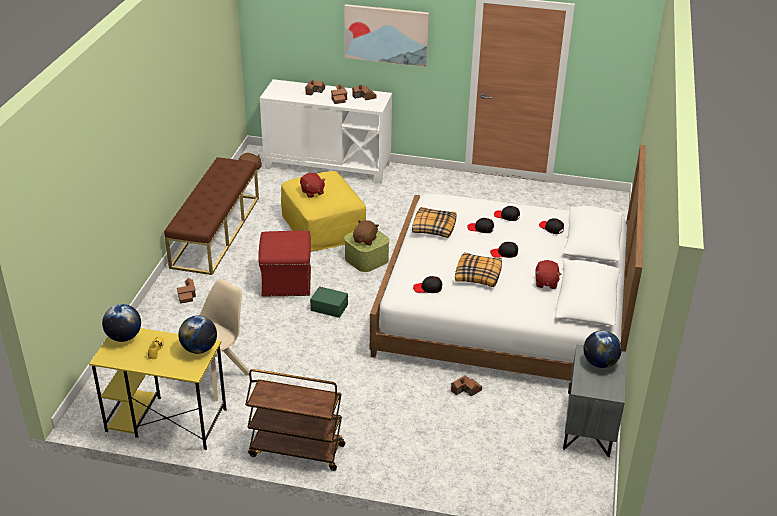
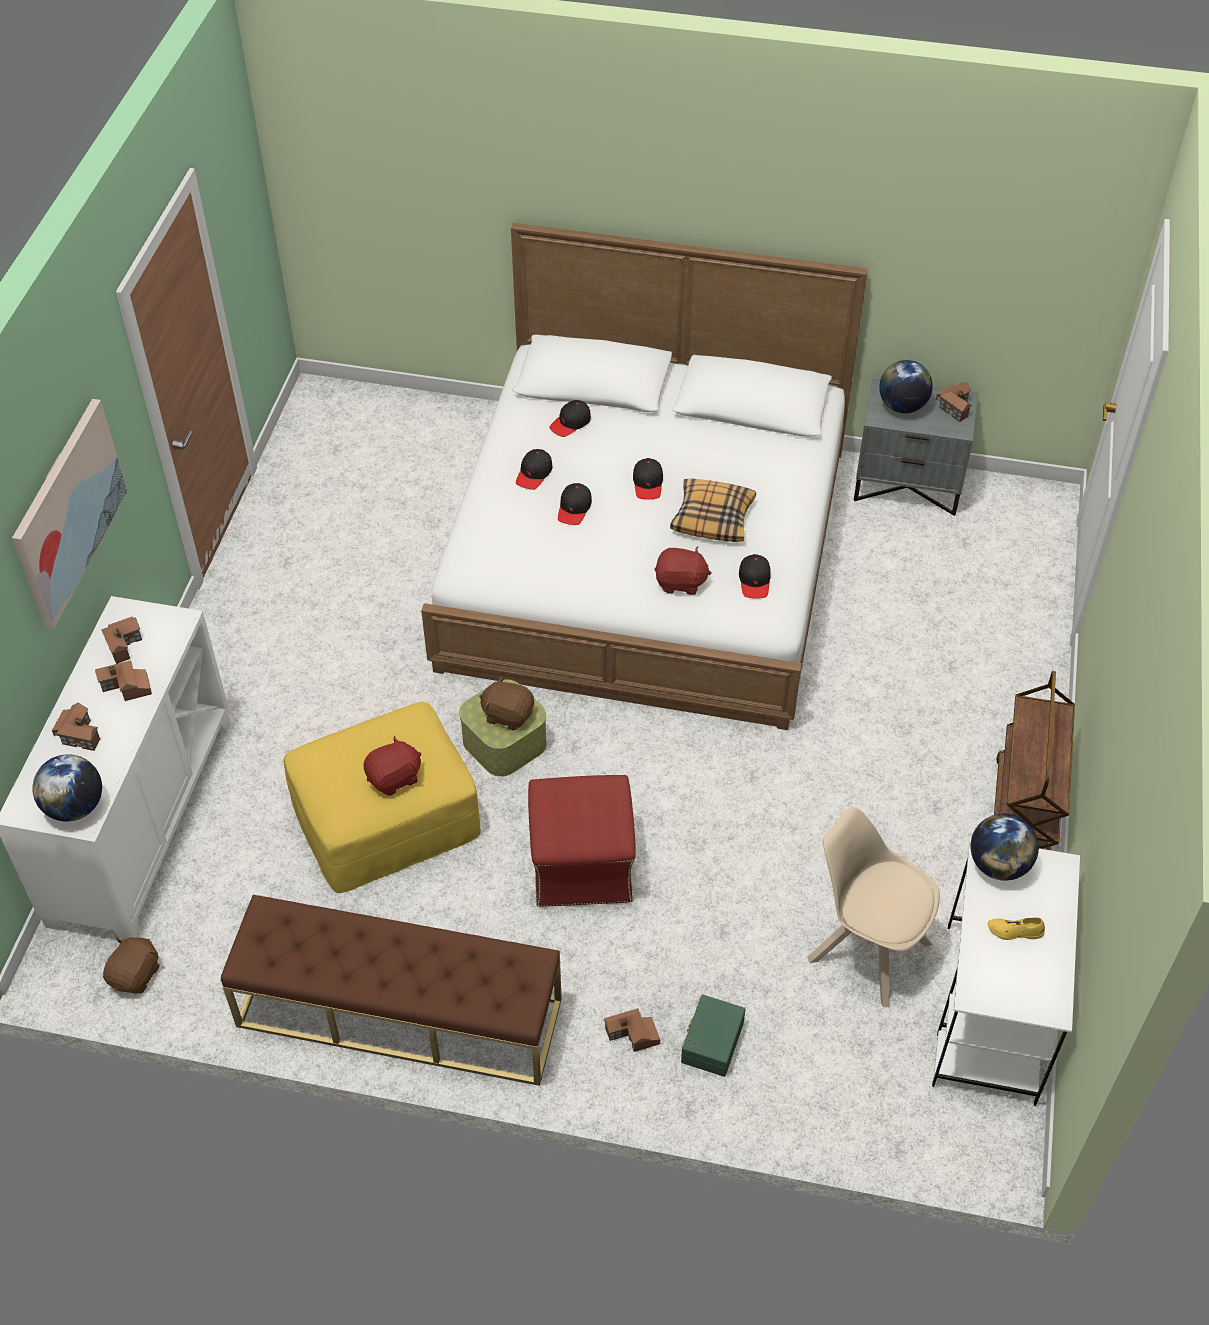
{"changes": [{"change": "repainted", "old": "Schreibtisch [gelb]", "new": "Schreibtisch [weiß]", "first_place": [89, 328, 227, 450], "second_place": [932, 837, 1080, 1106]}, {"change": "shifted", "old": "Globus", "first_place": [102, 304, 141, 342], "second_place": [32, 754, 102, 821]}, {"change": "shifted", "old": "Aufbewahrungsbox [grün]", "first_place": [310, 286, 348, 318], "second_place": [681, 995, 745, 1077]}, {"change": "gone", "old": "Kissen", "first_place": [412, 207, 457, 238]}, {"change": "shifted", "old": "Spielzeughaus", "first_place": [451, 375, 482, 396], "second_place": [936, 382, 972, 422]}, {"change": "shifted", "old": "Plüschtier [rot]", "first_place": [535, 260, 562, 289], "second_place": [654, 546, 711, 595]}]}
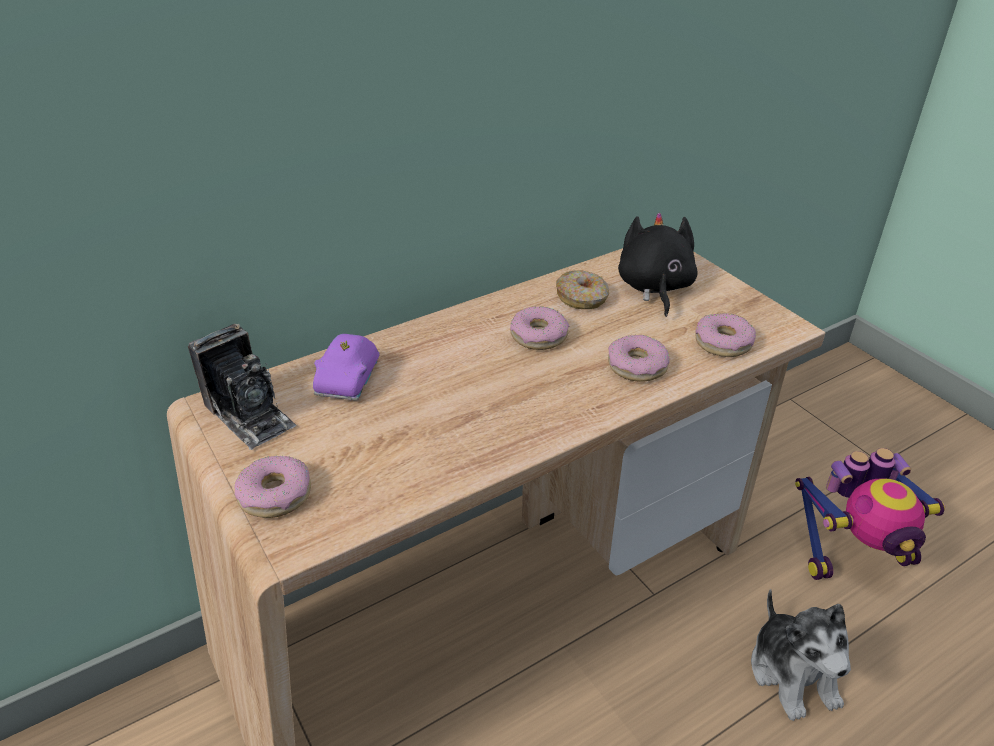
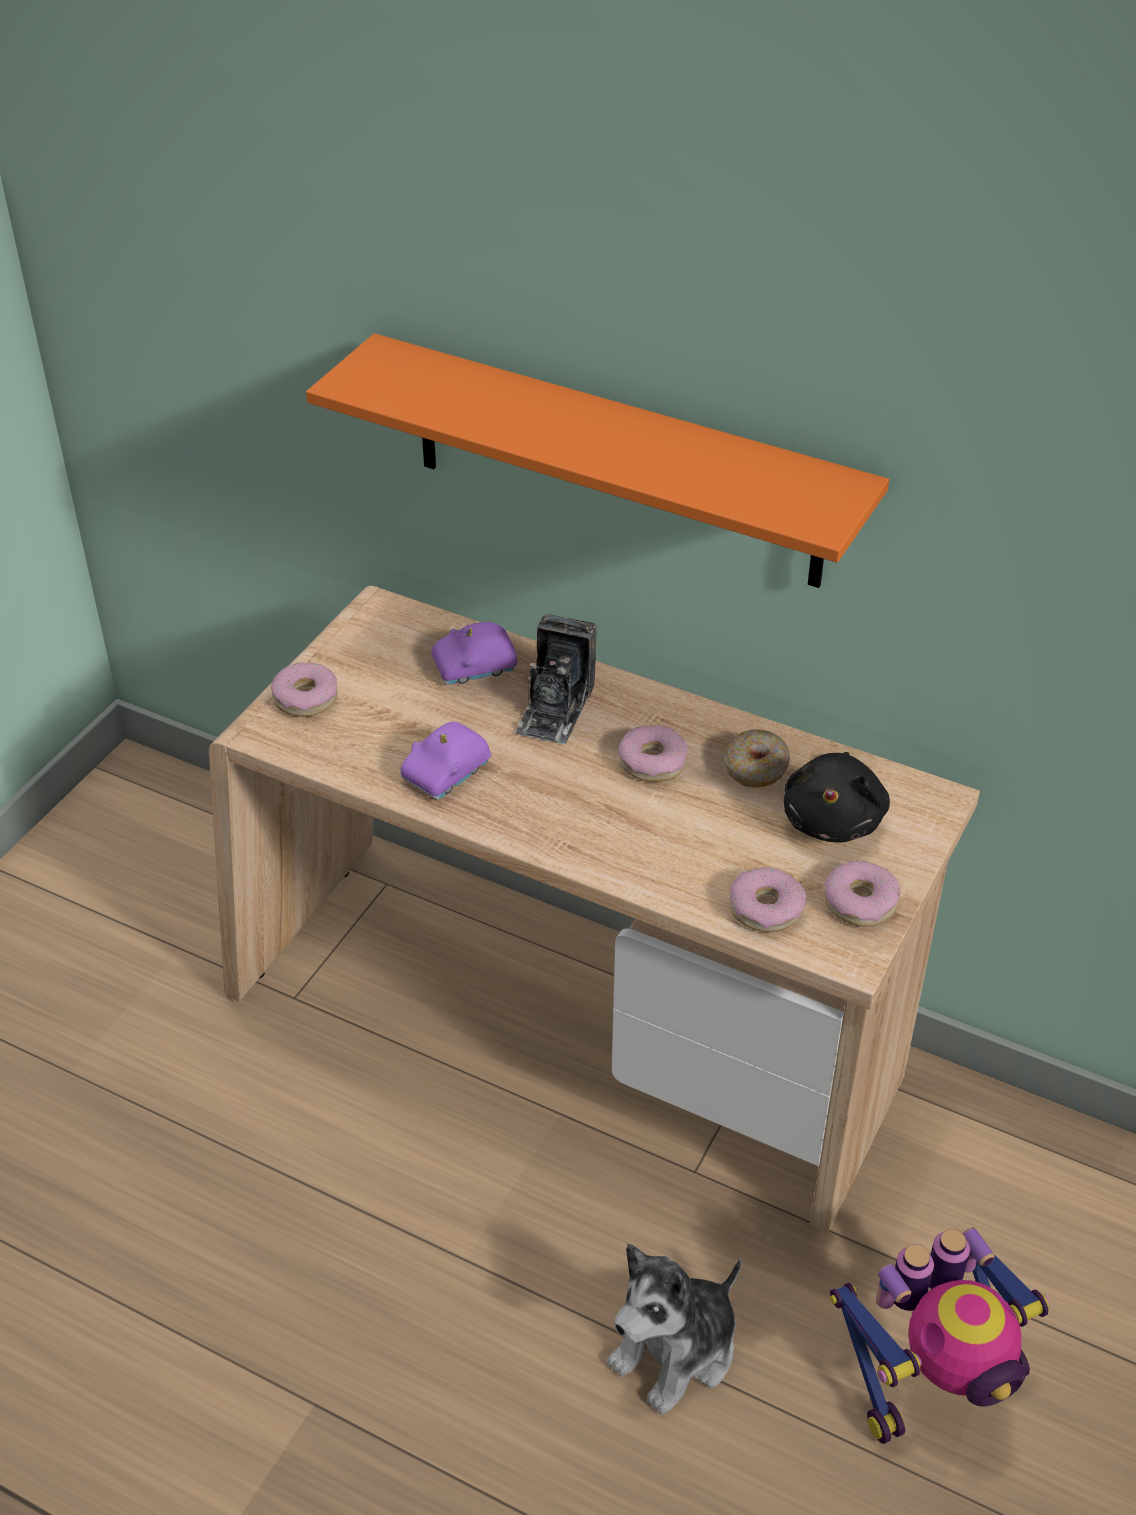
{"changes": [{"change": "shifted", "old": "Kamera", "first_place": [188, 324, 297, 450], "second_place": [514, 614, 597, 744]}, {"change": "shifted", "old": "Donut", "first_place": [608, 335, 669, 382], "second_place": [825, 860, 900, 927]}, {"change": "rotated", "old": "Plüschtier [schwarz]", "first_place": [618, 212, 698, 317], "second_place": [784, 752, 890, 843], "degrees": 135}, {"change": "rotated", "old": "Spielzeugroboter", "first_place": [795, 448, 945, 580], "second_place": [830, 1227, 1050, 1444], "degrees": -75}, {"change": "new", "new": "Wandregal [orange]", "second_place": [306, 333, 889, 588]}, {"change": "new", "new": "Spielzeugauto [lila]", "second_place": [400, 722, 491, 801]}]}
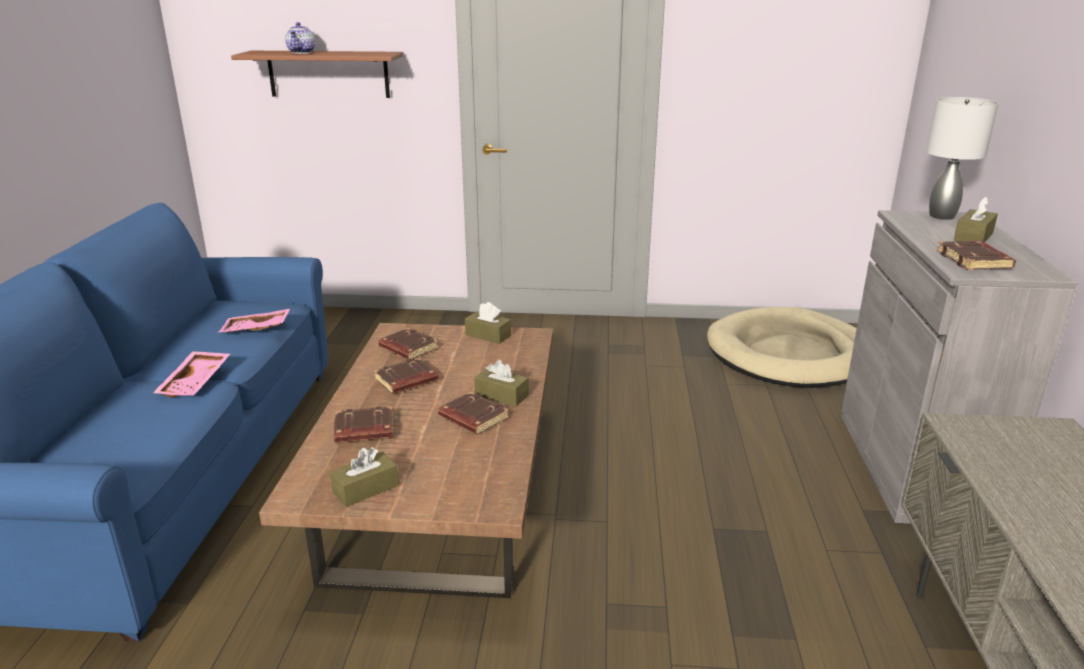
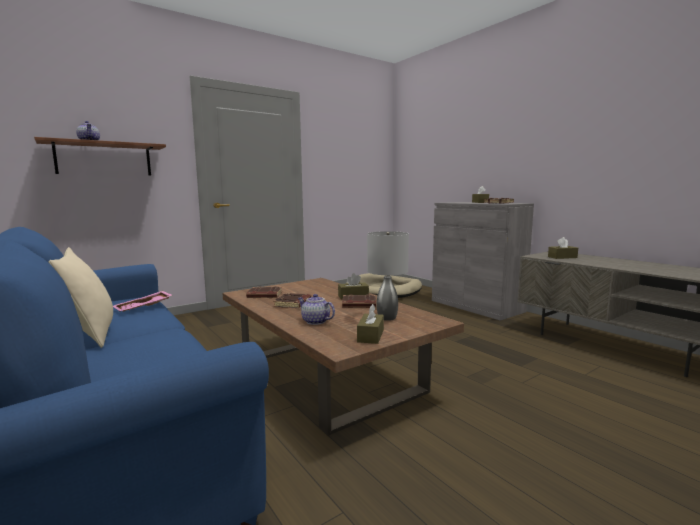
{"changes": [{"change": "gone", "old": "Tablett [rosa]", "first_place": [153, 351, 230, 398]}, {"change": "swapped", "old": "Buch [braun]", "new": "Teekanne", "first_place": [334, 406, 393, 443], "second_place": [298, 294, 335, 325]}, {"change": "shifted", "old": "Taschentuchbox [braun]", "first_place": [465, 302, 511, 344], "second_place": [548, 237, 578, 259]}, {"change": "shifted", "old": "Tischlampe [grau]", "first_place": [926, 97, 999, 220], "second_place": [367, 231, 409, 321]}, {"change": "new", "new": "Kissen [beige]", "second_place": [49, 247, 113, 348]}]}
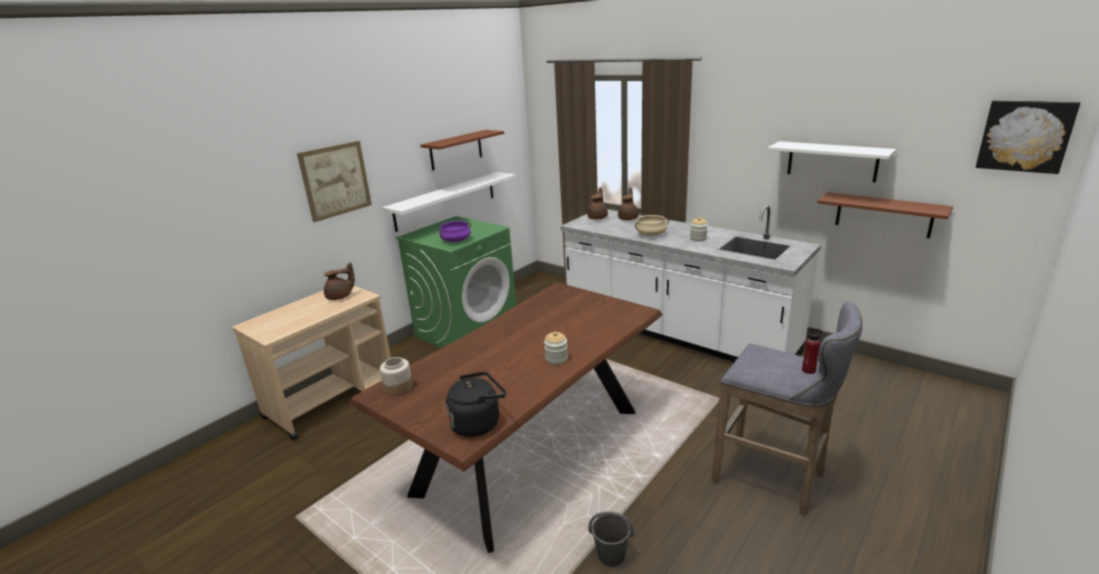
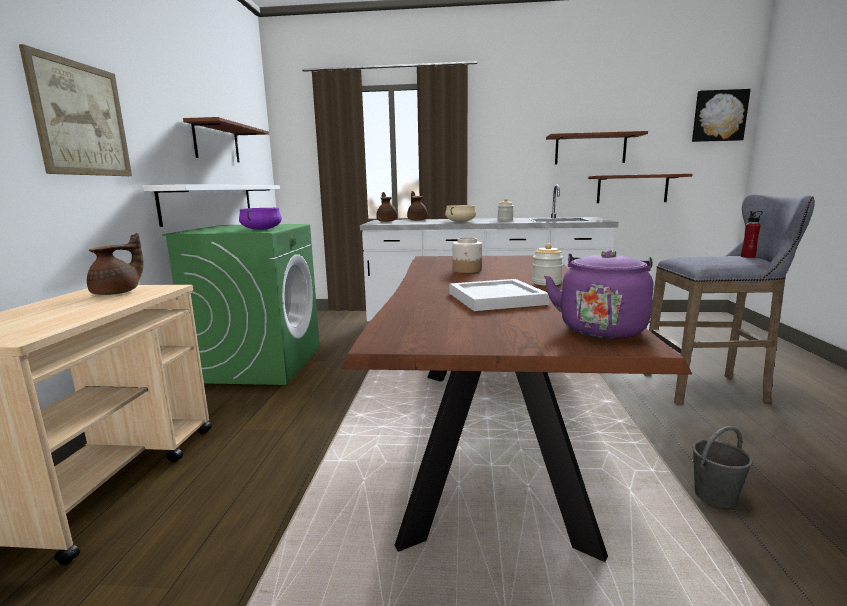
{"changes": [{"change": "shifted", "old": "Vorratsglas", "first_place": [380, 357, 413, 396], "second_place": [452, 237, 482, 273]}, {"change": "repainted", "old": "Wasserkessel [schwarz]", "new": "Wasserkessel [lila]", "first_place": [446, 372, 506, 437], "second_place": [544, 250, 654, 339]}, {"change": "repainted", "old": "Wandregal [weiß]", "new": "Wandregal [braun]", "first_place": [768, 141, 897, 183], "second_place": [546, 131, 648, 165]}, {"change": "new", "new": "Tablett [weiß]", "second_place": [449, 279, 550, 311]}]}
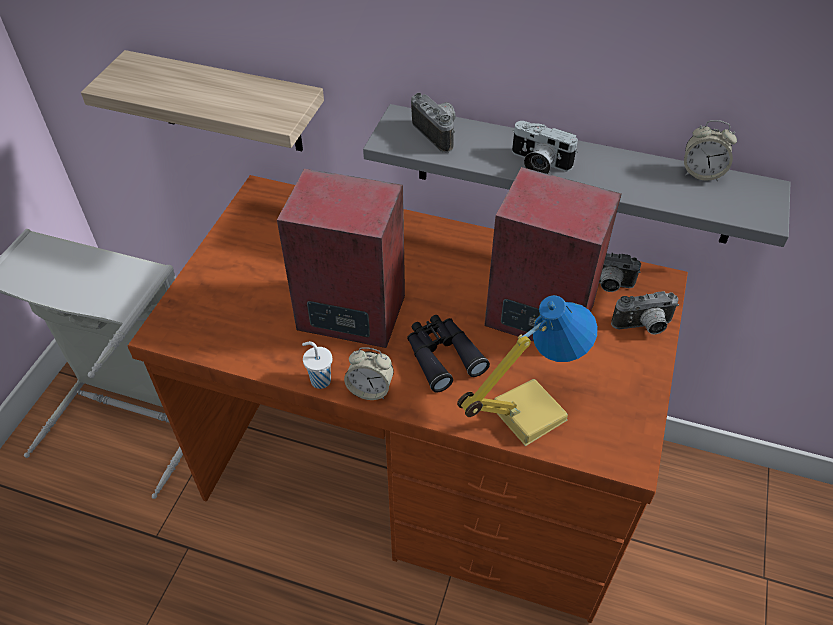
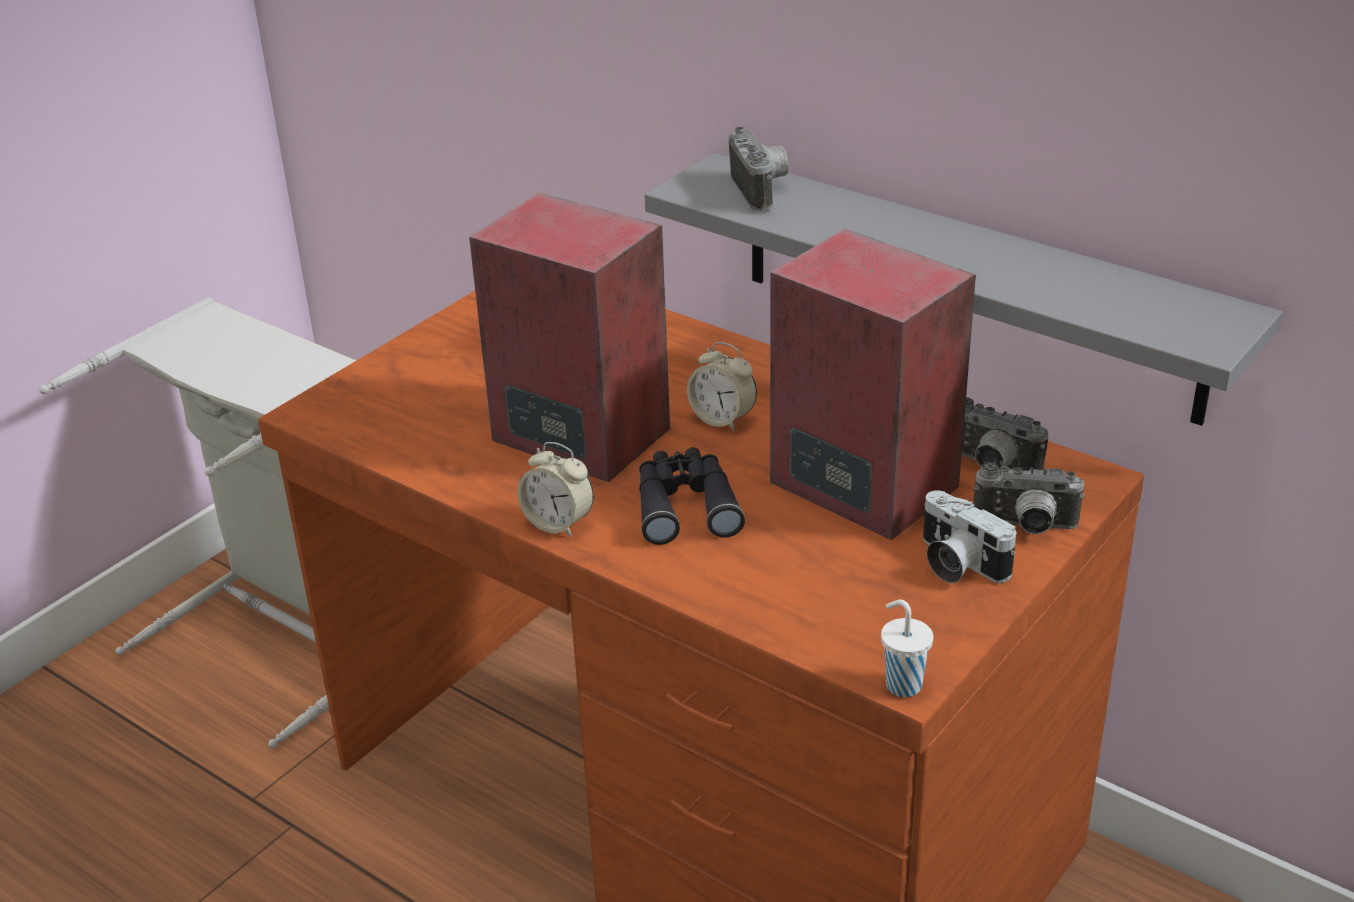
{"changes": [{"change": "gone", "old": "Wandregal", "first_place": [81, 50, 324, 151]}, {"change": "shifted", "old": "Tasse [weiß]", "first_place": [302, 341, 332, 389], "second_place": [881, 599, 933, 697]}, {"change": "gone", "old": "Tischlampe", "first_place": [457, 295, 598, 446]}, {"change": "shifted", "old": "Kamera", "first_place": [512, 121, 578, 174], "second_place": [923, 490, 1016, 583]}, {"change": "shifted", "old": "Wecker", "first_place": [684, 120, 737, 181], "second_place": [687, 342, 757, 431]}]}
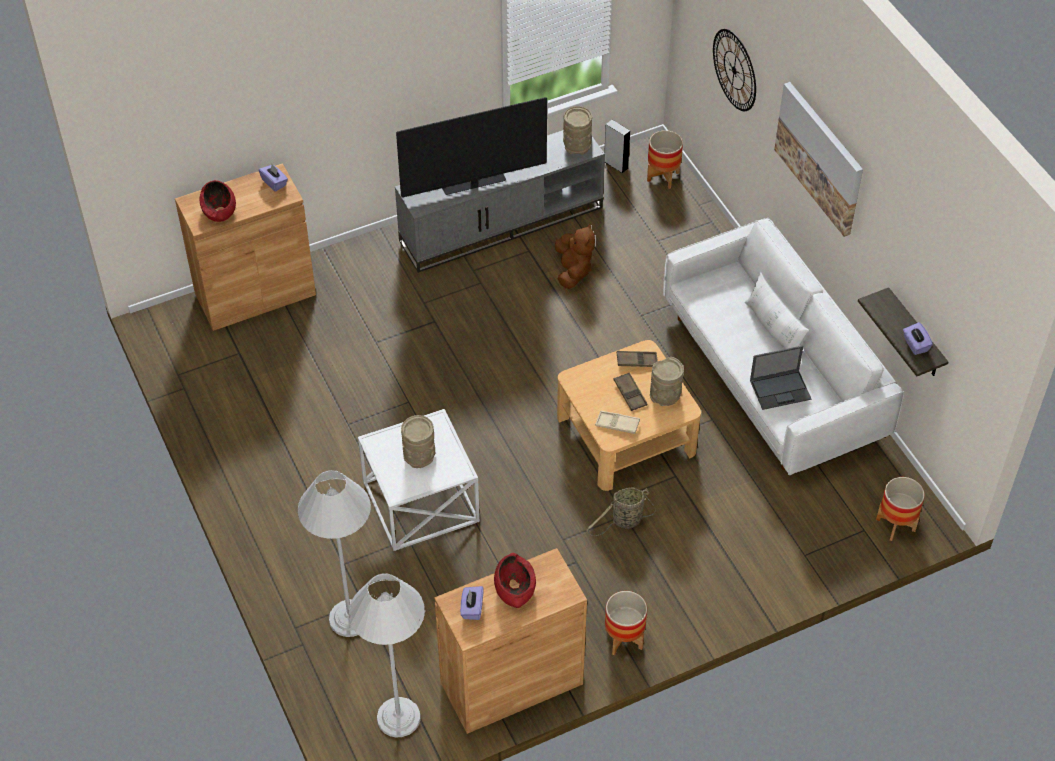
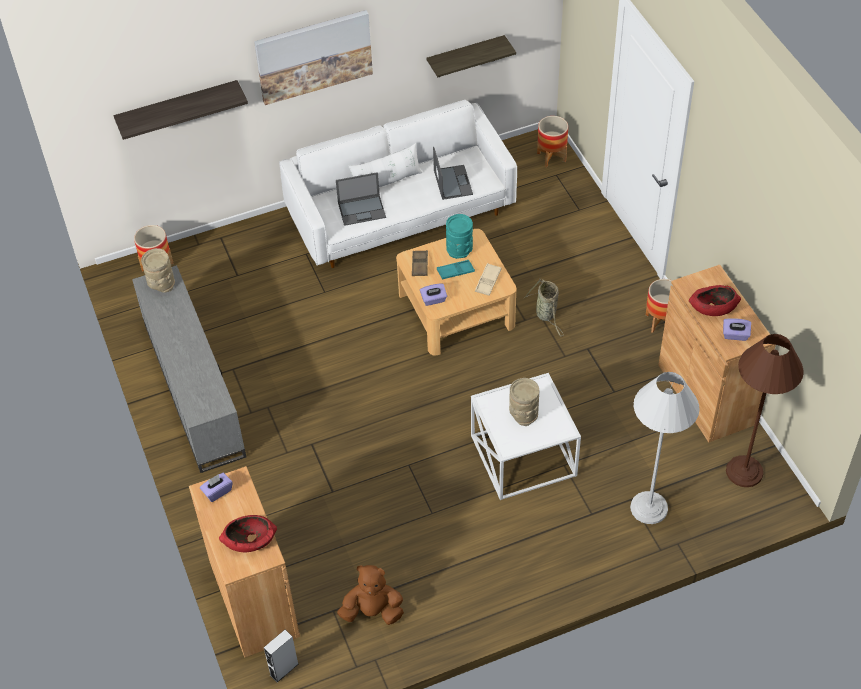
{"changes": [{"change": "repainted", "old": "Stehlampe [weiß]", "new": "Stehlampe [braun]", "first_place": [349, 573, 425, 737], "second_place": [726, 334, 804, 487]}, {"change": "gone", "old": "Fernseher", "first_place": [396, 97, 547, 198]}, {"change": "shifted", "old": "Plüschtier [braun]", "first_place": [555, 223, 595, 289], "second_place": [337, 565, 404, 625]}, {"change": "shifted", "old": "Lautsprecher [grau]", "first_place": [604, 120, 630, 173], "second_place": [264, 630, 299, 683]}, {"change": "repainted", "old": "Tablett [braun]", "new": "Tablett [türkis]", "first_place": [614, 372, 647, 411], "second_place": [437, 260, 475, 279]}, {"change": "repainted", "old": "Vase [beige]", "new": "Vase [türkis]", "first_place": [650, 357, 684, 406], "second_place": [446, 214, 473, 259]}, {"change": "swapped", "old": "Wanduhr", "new": "Wandregal", "first_place": [713, 29, 756, 111], "second_place": [114, 80, 248, 140]}, {"change": "shifted", "old": "Taschentuchbox [lila]", "first_place": [903, 322, 933, 355], "second_place": [420, 284, 447, 306]}, {"change": "new", "new": "Laptop", "second_place": [336, 172, 386, 226]}]}
